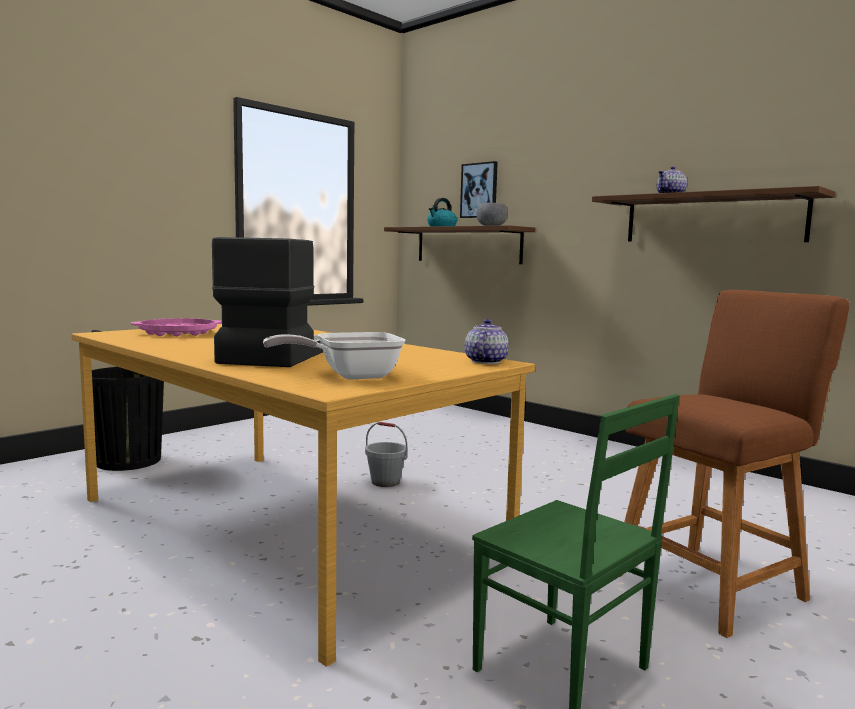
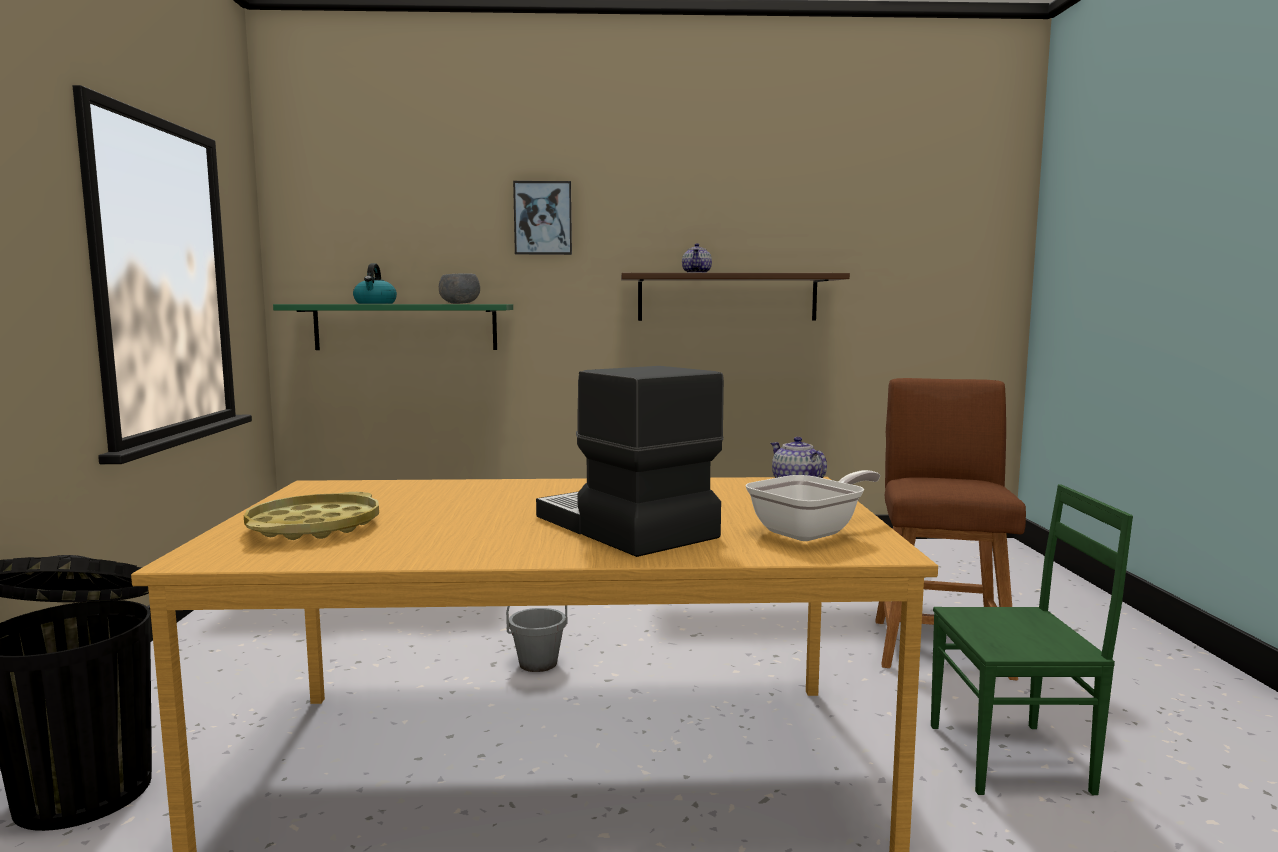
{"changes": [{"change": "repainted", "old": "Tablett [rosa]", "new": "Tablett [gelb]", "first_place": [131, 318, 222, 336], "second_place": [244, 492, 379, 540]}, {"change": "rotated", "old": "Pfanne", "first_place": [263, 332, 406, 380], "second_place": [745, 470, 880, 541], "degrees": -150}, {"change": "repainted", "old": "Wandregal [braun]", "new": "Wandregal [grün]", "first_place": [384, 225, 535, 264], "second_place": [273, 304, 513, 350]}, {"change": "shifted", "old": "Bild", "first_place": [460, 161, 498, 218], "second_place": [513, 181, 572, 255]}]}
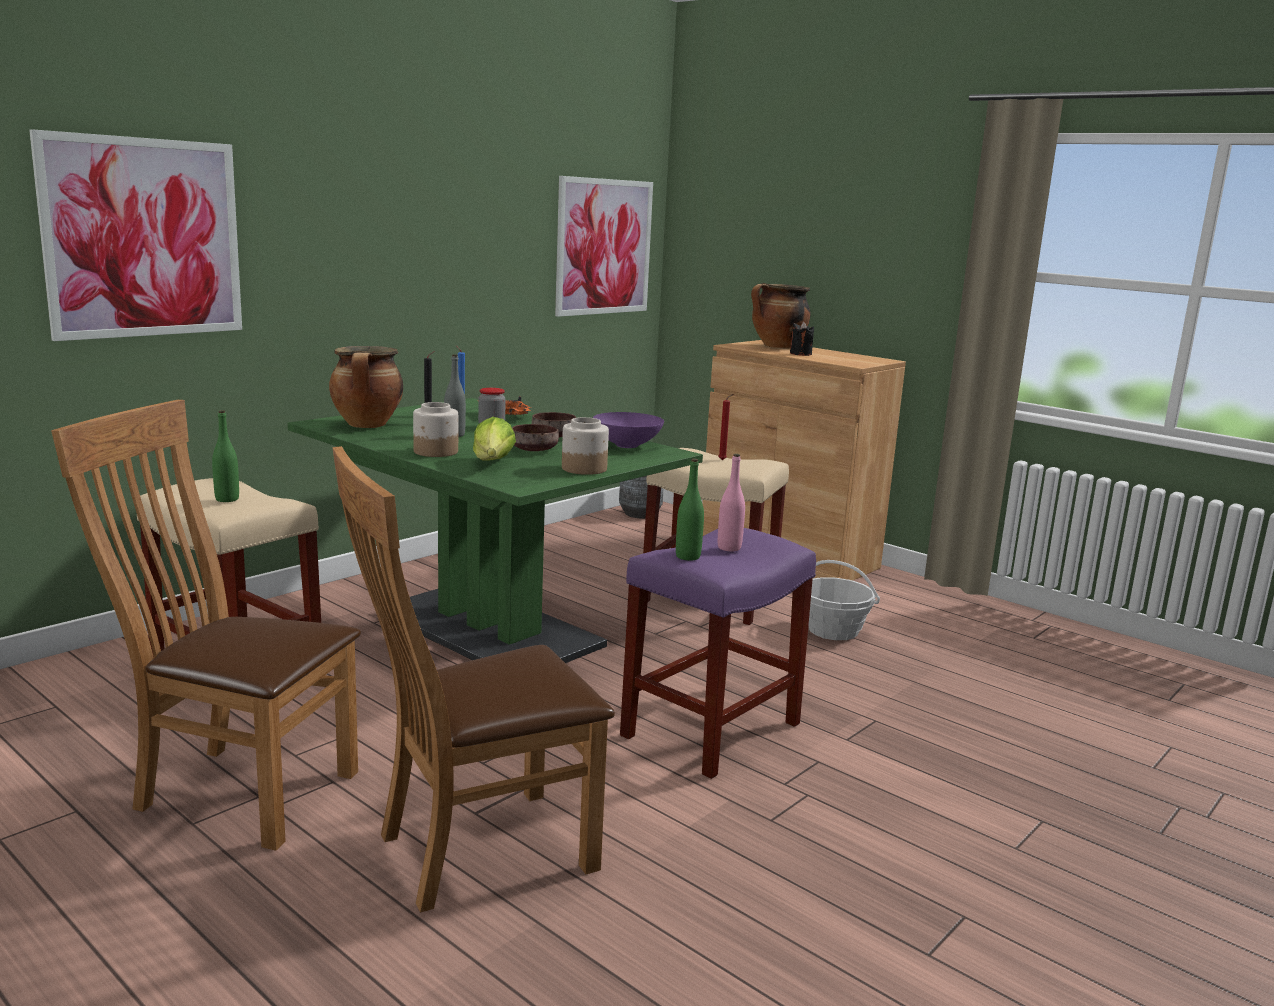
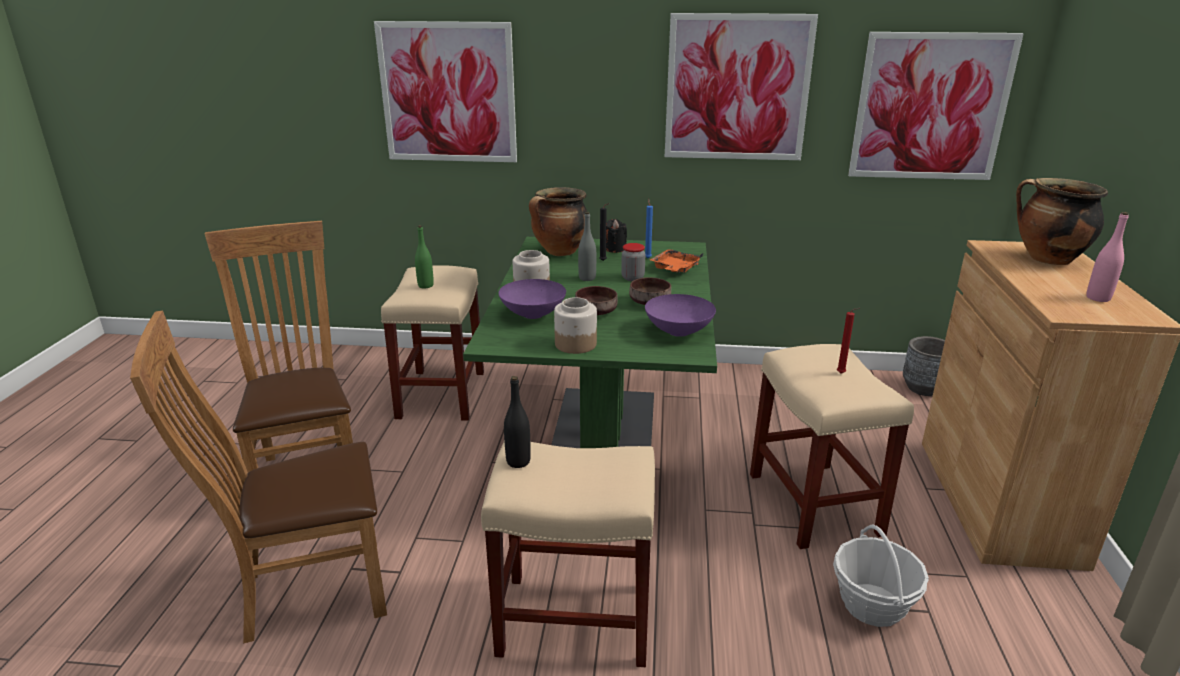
{"changes": [{"change": "rotated", "old": "Stuhl [braun]", "first_place": [332, 446, 615, 913], "second_place": [130, 310, 387, 643], "degrees": -45}, {"change": "swapped", "old": "Salatkopf", "new": "Schüssel [lila]", "first_place": [473, 417, 516, 460], "second_place": [499, 279, 566, 319]}, {"change": "repainted", "old": "Hocker [lila]", "new": "Hocker [beige]", "first_place": [620, 528, 816, 779], "second_place": [481, 442, 655, 667]}, {"change": "repainted", "old": "Flasche [grün]", "new": "Flasche [schwarz]", "first_place": [676, 459, 704, 561], "second_place": [504, 376, 531, 468]}, {"change": "shifted", "old": "Flasche [rosa]", "first_place": [718, 454, 745, 551], "second_place": [1086, 212, 1129, 302]}, {"change": "shifted", "old": "Kerze [schwarz]", "first_place": [790, 321, 814, 356], "second_place": [606, 219, 627, 253]}, {"change": "new", "new": "Bild", "second_place": [665, 13, 818, 160]}]}
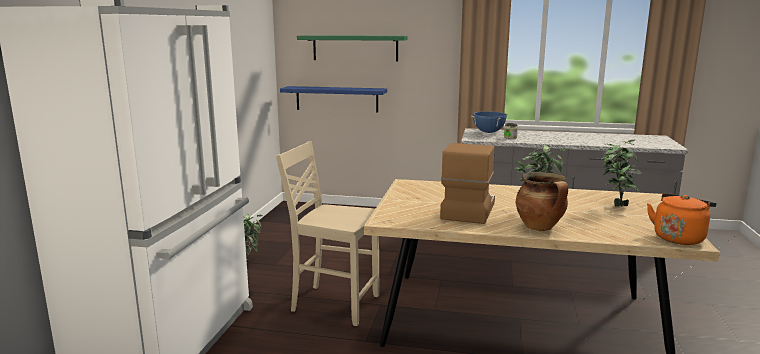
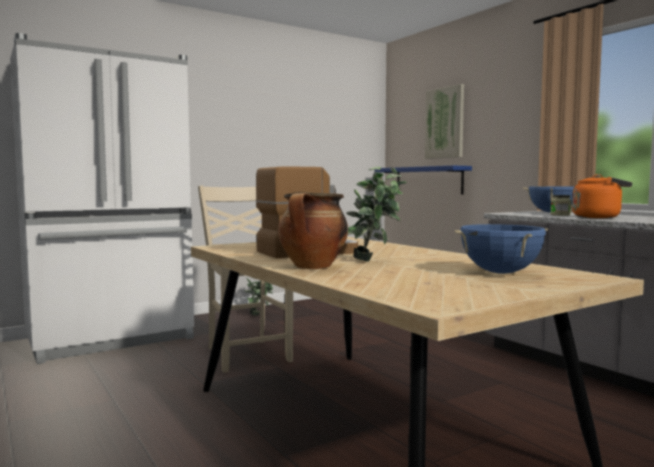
{"changes": [{"change": "swapped", "old": "Wandregal [grün]", "new": "Bild", "first_place": [297, 35, 408, 61], "second_place": [425, 84, 464, 159]}, {"change": "swapped", "old": "Topfpflanze", "new": "Kochtopf [blau]", "first_place": [601, 140, 642, 207], "second_place": [455, 224, 548, 274]}, {"change": "shifted", "old": "Wasserkessel [orange]", "first_place": [647, 193, 717, 245], "second_place": [572, 174, 632, 218]}]}
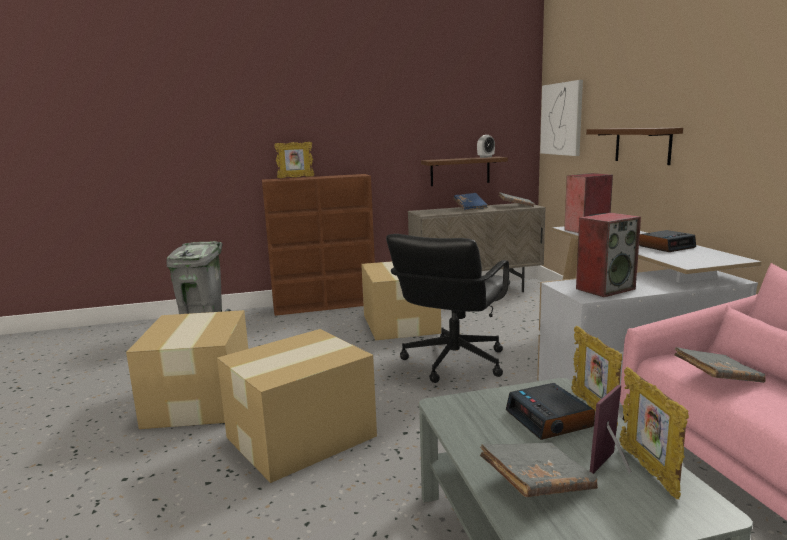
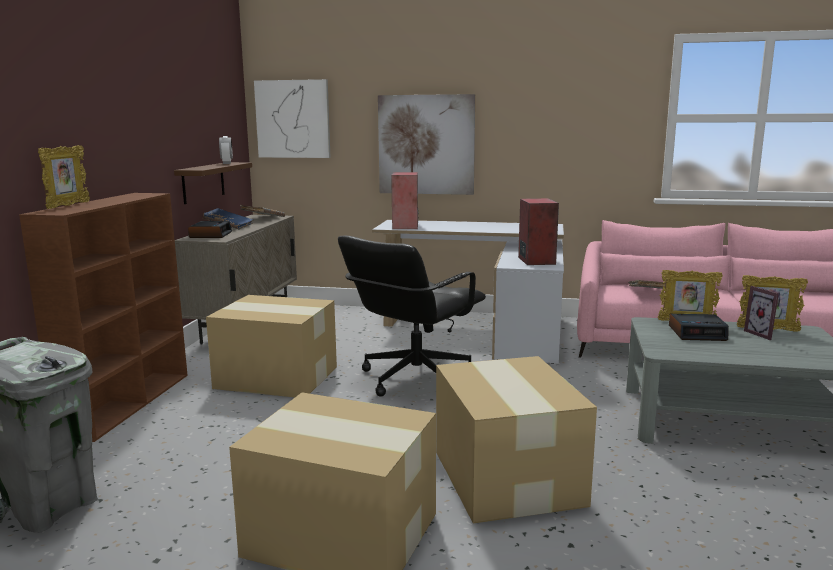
{"changes": [{"change": "rotated", "old": "Bürostuhl [schwarz]", "first_place": [386, 234, 510, 383], "second_place": [338, 236, 486, 397], "degrees": 75}, {"change": "gone", "old": "Buch [grau]", "first_place": [480, 443, 598, 497]}, {"change": "swapped", "old": "Wandregal [braun]", "new": "Bild", "first_place": [586, 128, 683, 165], "second_place": [378, 94, 475, 195]}, {"change": "shifted", "old": "Wecker", "first_place": [639, 230, 696, 252], "second_place": [188, 221, 232, 238]}]}
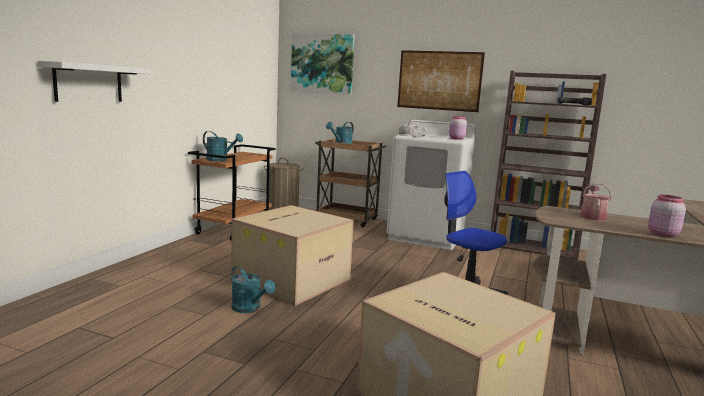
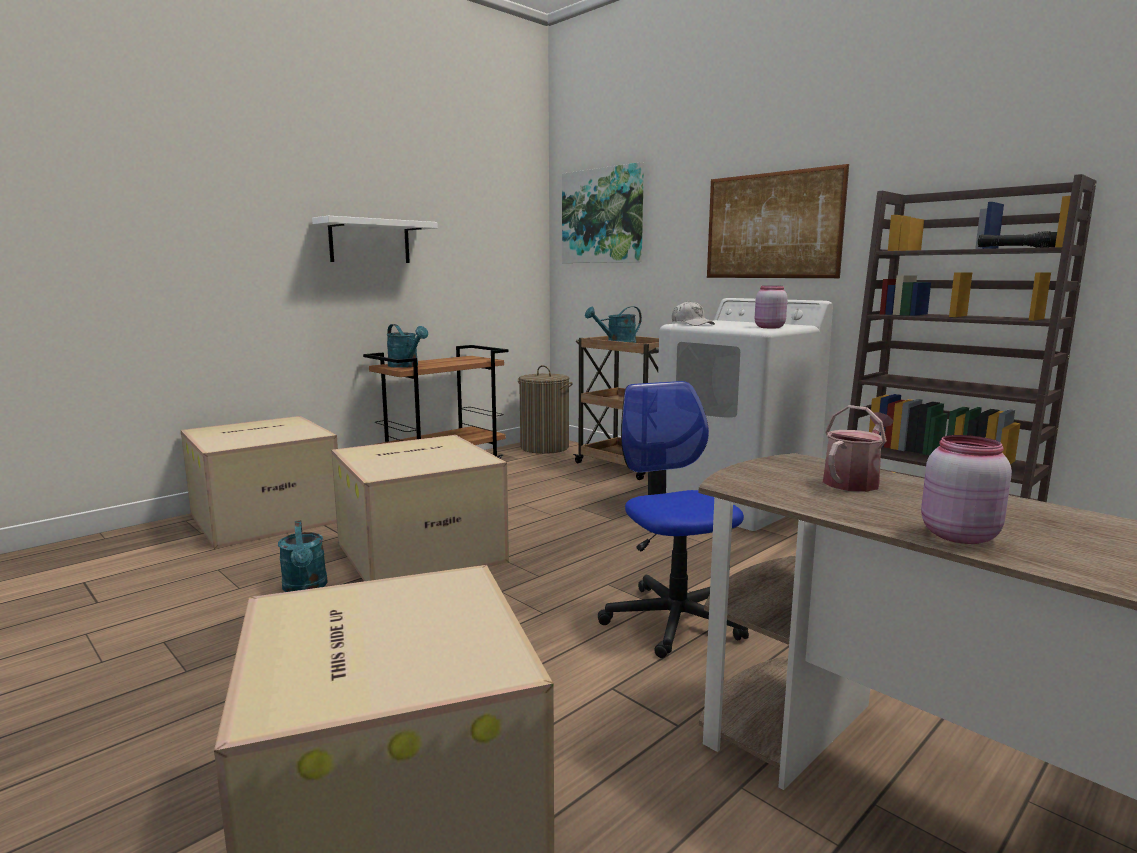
{"changes": [{"change": "shifted", "old": "Wandregal [weiß]", "first_place": [38, 61, 151, 102], "second_place": [312, 216, 438, 263]}, {"change": "new", "new": "Karton", "second_place": [181, 416, 338, 549]}]}
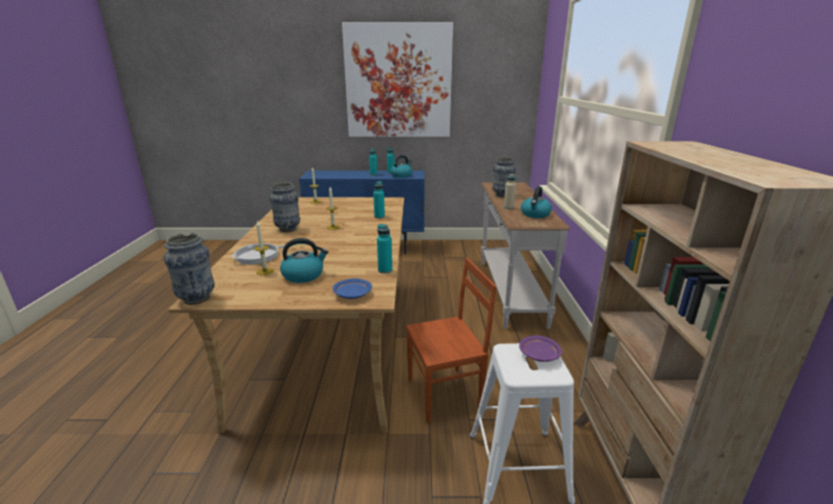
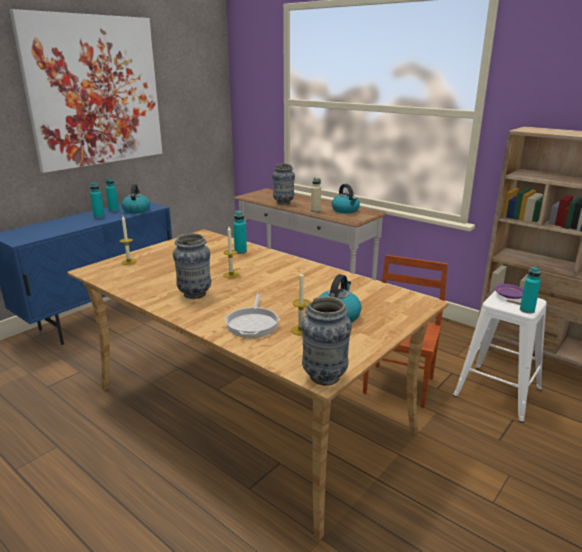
{"changes": [{"change": "gone", "old": "Teller [blau]", "first_place": [333, 279, 372, 299]}, {"change": "shifted", "old": "Flasche [türkis]", "first_place": [377, 224, 392, 274], "second_place": [520, 267, 541, 314]}]}
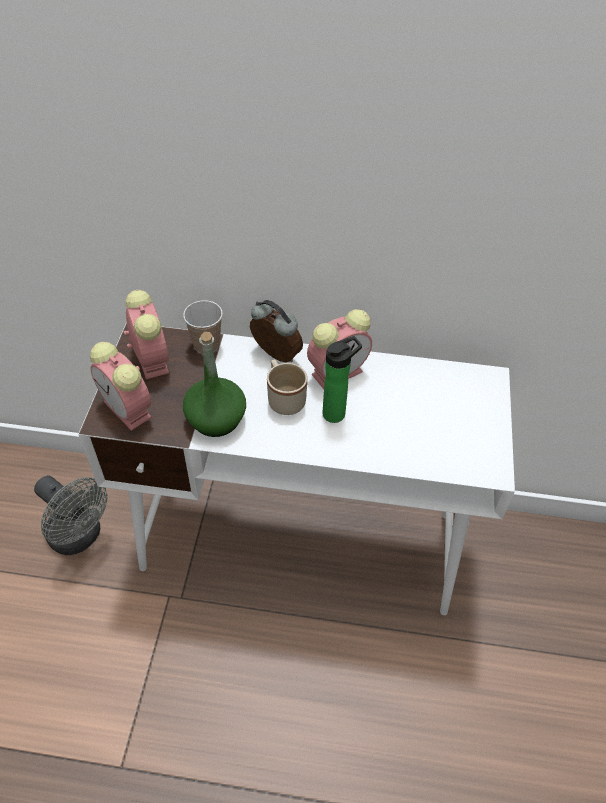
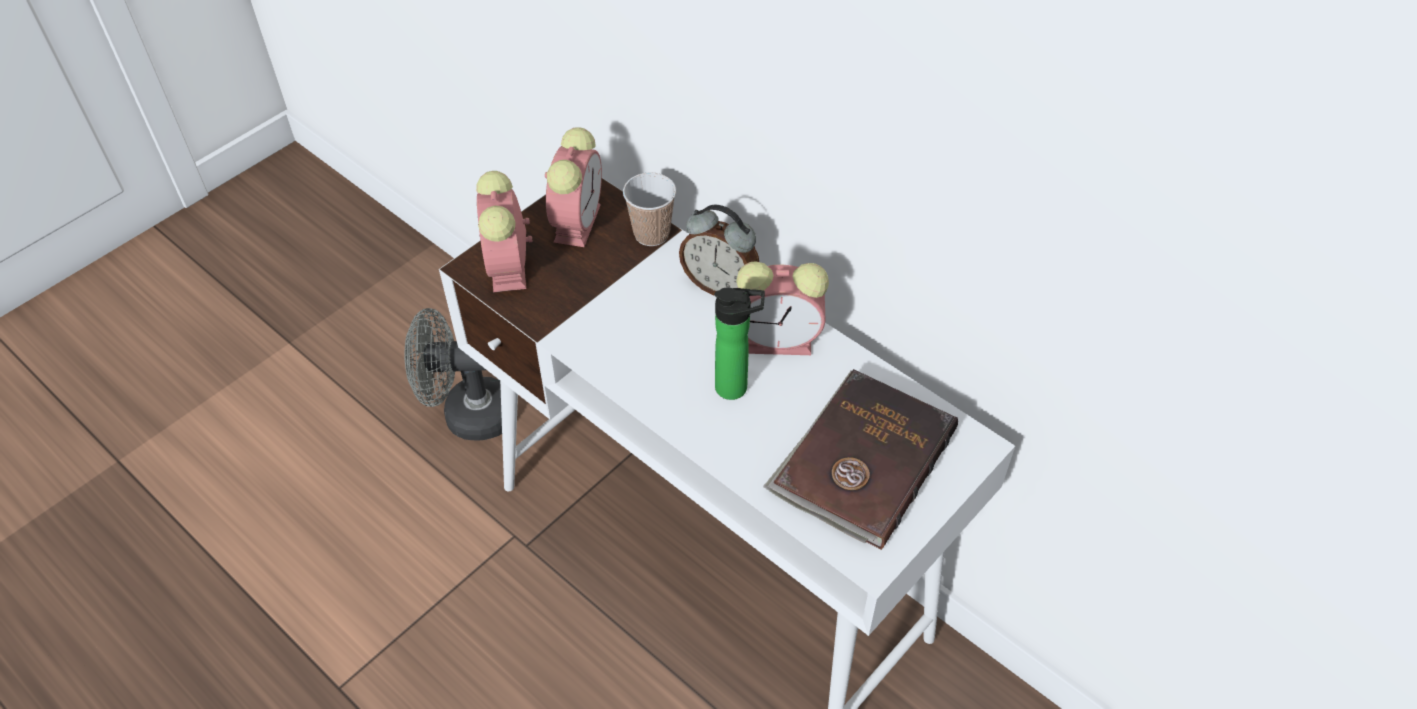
{"changes": [{"change": "rotated", "old": "Ventilator [grau]", "first_place": [34, 476, 107, 555], "second_place": [404, 308, 502, 441], "degrees": 105}, {"change": "gone", "old": "Flasche [grün]", "first_place": [183, 332, 246, 437]}, {"change": "rotated", "old": "Wecker", "first_place": [250, 300, 303, 362], "second_place": [679, 204, 759, 296], "degrees": 135}, {"change": "gone", "old": "Henkelbecher [beige]", "first_place": [267, 360, 307, 415]}, {"change": "new", "new": "Buch [braun]", "second_place": [763, 369, 958, 550]}]}
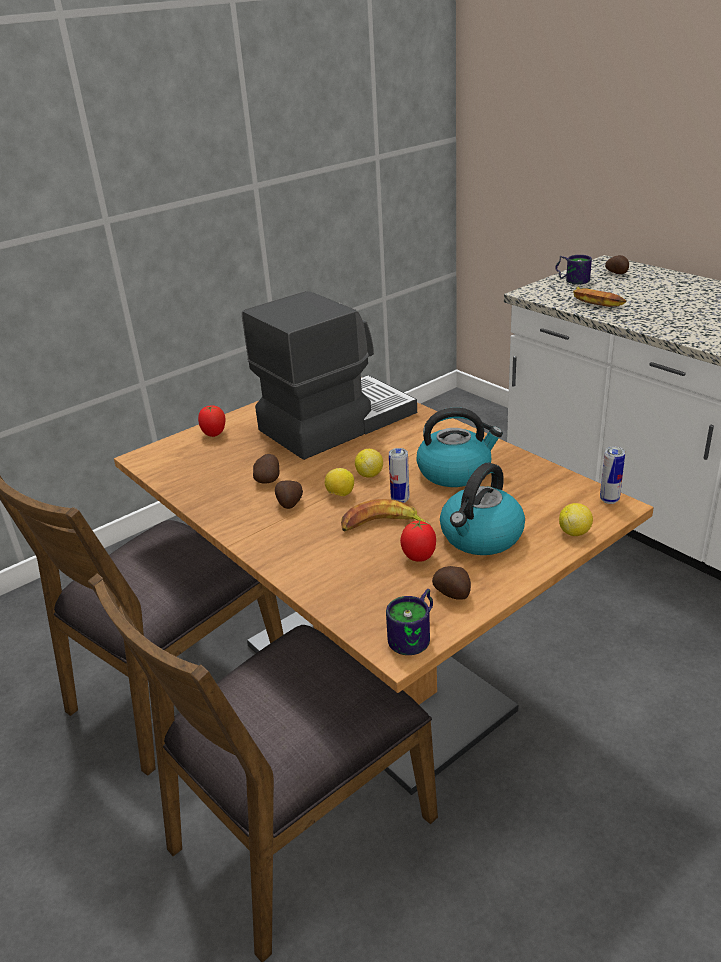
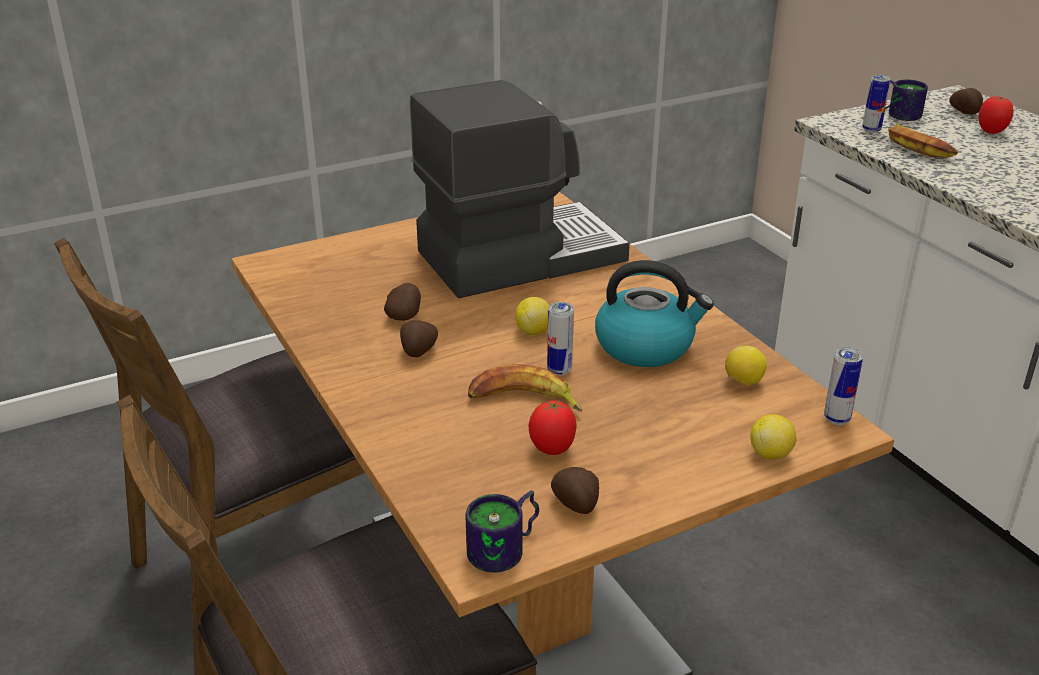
{"changes": [{"change": "shifted", "old": "Tomate", "first_place": [198, 405, 226, 437], "second_place": [978, 96, 1014, 134]}, {"change": "shifted", "old": "Zitrone", "first_place": [325, 468, 354, 496], "second_place": [725, 346, 767, 385]}, {"change": "gone", "old": "Wasserkessel", "first_place": [440, 463, 525, 555]}, {"change": "new", "new": "Dose", "second_place": [862, 75, 891, 133]}]}
